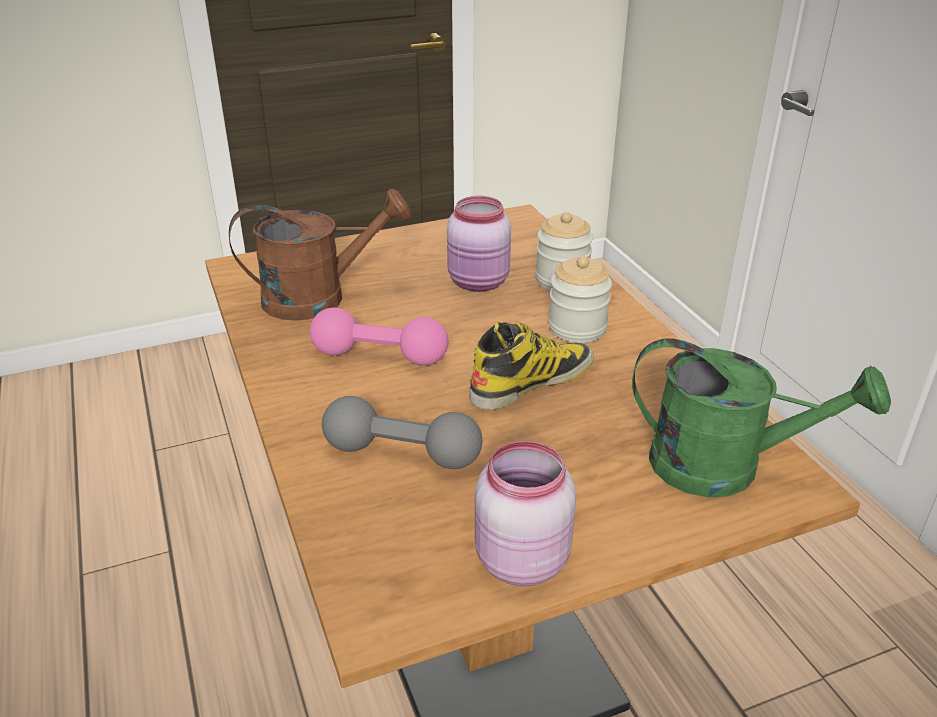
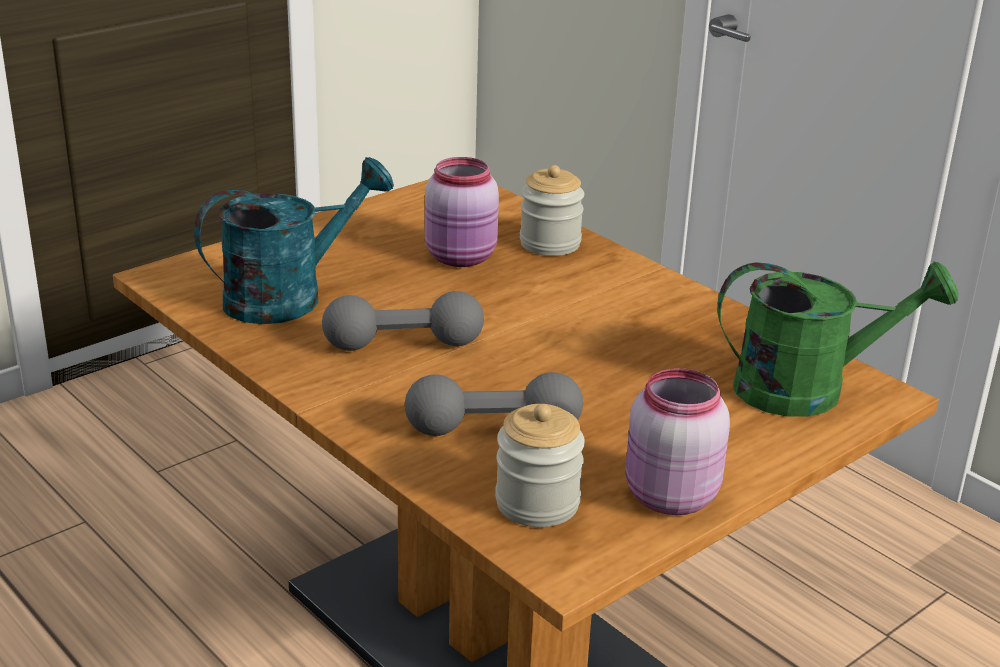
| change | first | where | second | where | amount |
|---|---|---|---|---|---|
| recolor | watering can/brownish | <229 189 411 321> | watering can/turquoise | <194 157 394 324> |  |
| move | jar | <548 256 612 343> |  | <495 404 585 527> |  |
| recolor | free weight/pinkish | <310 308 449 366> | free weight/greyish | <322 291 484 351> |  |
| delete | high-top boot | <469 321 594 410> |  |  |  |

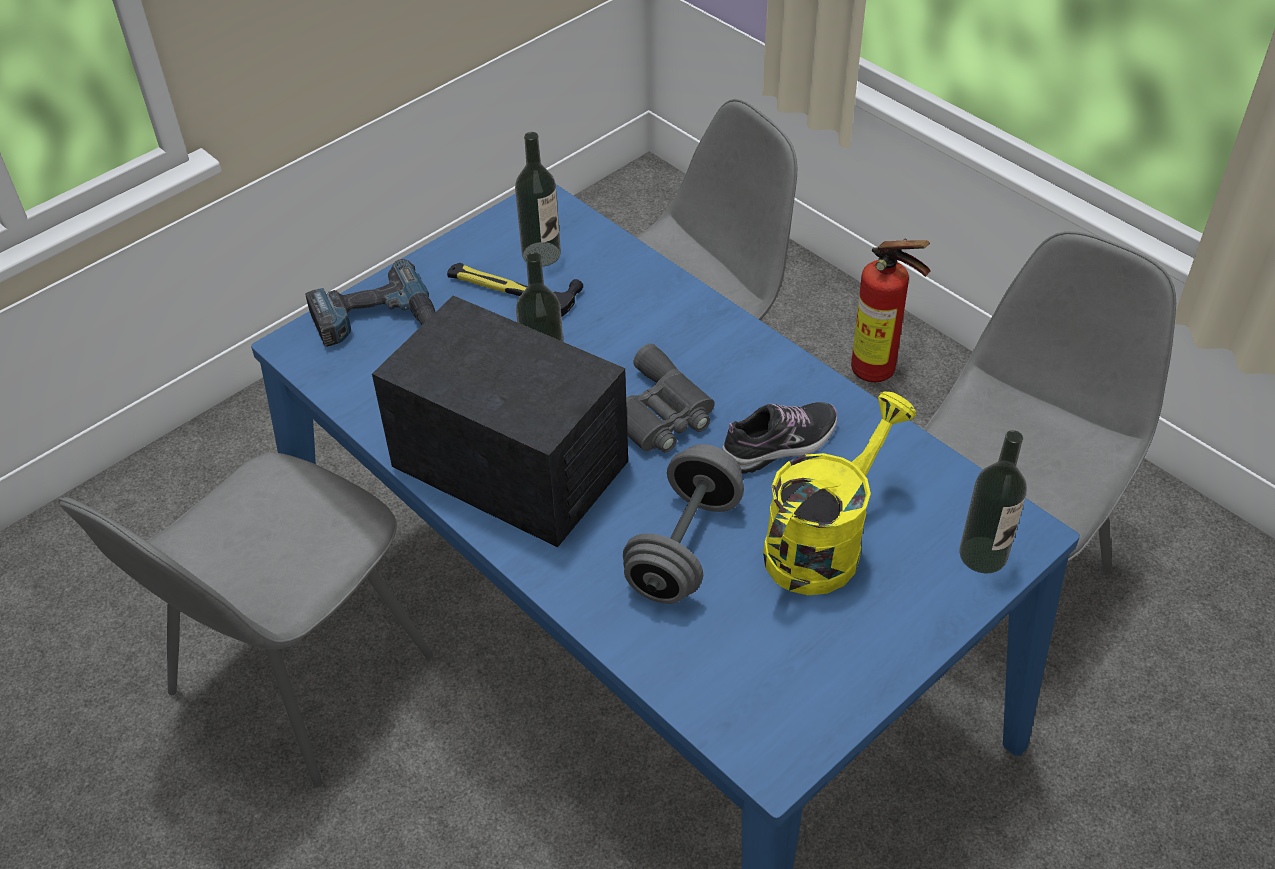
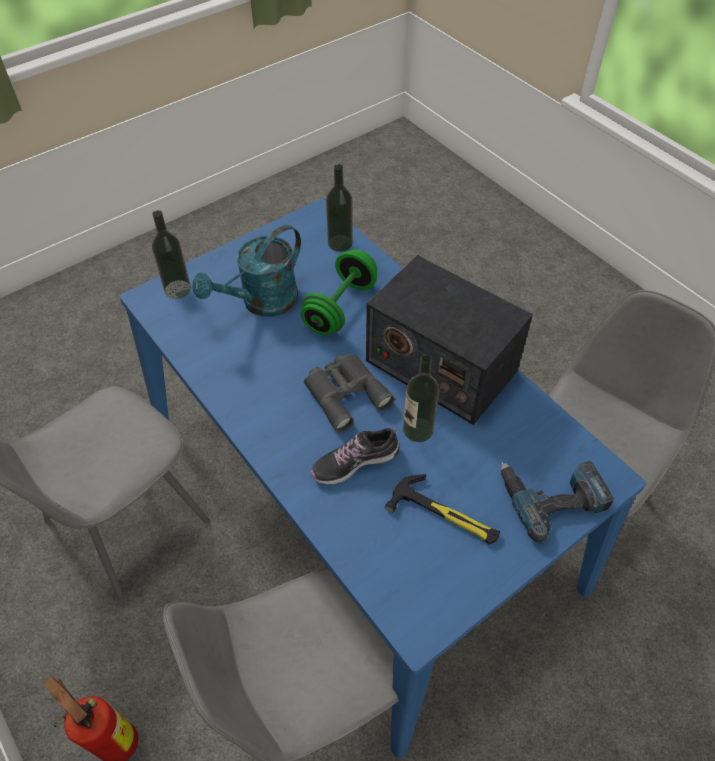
| change | first | where | second | where | amount |
|---|---|---|---|---|---|
| move | drink bottle | <515 132 561 267> |  | <326 164 353 252> |  |
| recolor | watering can/yellowish | <763 391 916 595> | watering can/turquoise | <193 225 301 317> |  |
| move | low shoe | <722 402 837 474> |  | <311 427 399 484> |  |
| recolor | free weight/greyish | <623 444 744 604> | free weight/green-coloured | <301 249 377 335> |  |

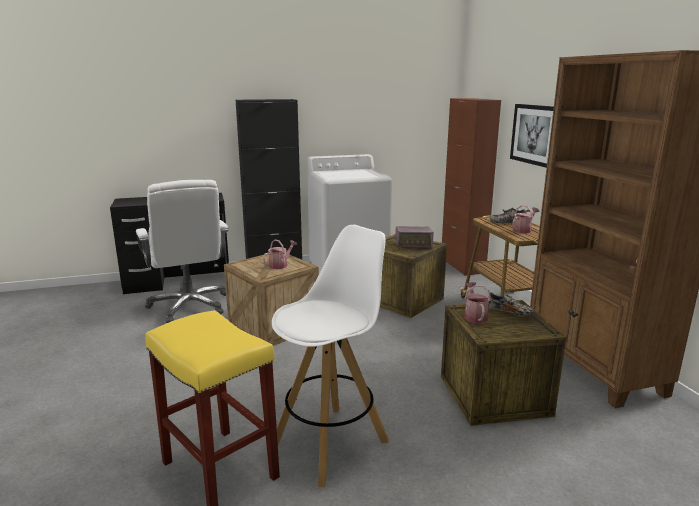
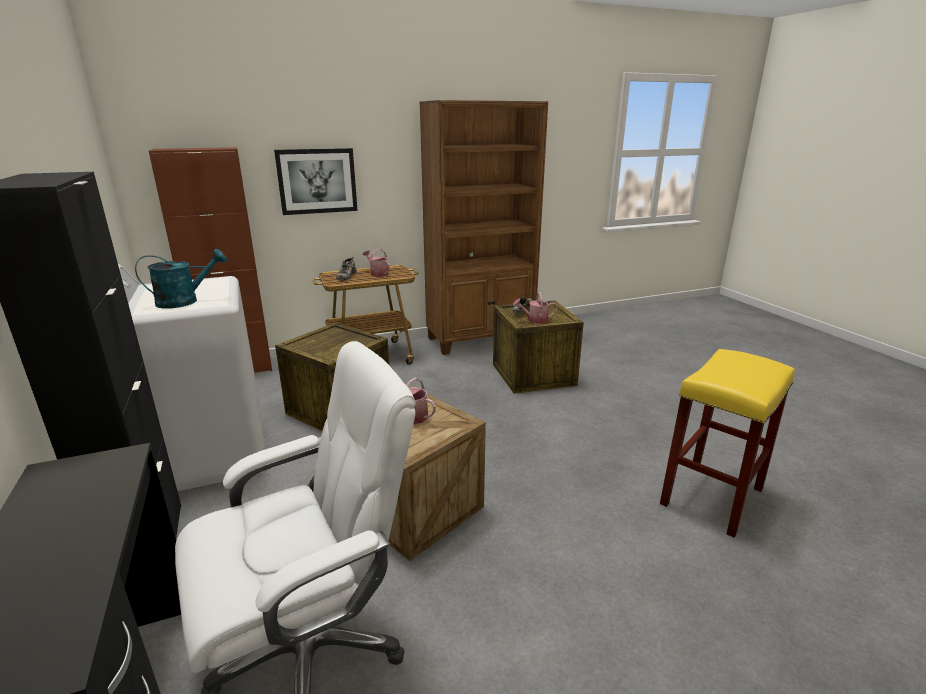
| change | first | where | second | where | amount |
|---|---|---|---|---|---|
| delete | sitting stool/white | <272 225 389 487> |  |  |  |
| delete | radio set | <395 226 434 247> |  |  |  |
| insert |  |  | watering can/turquoise | <135 249 227 309> |  |

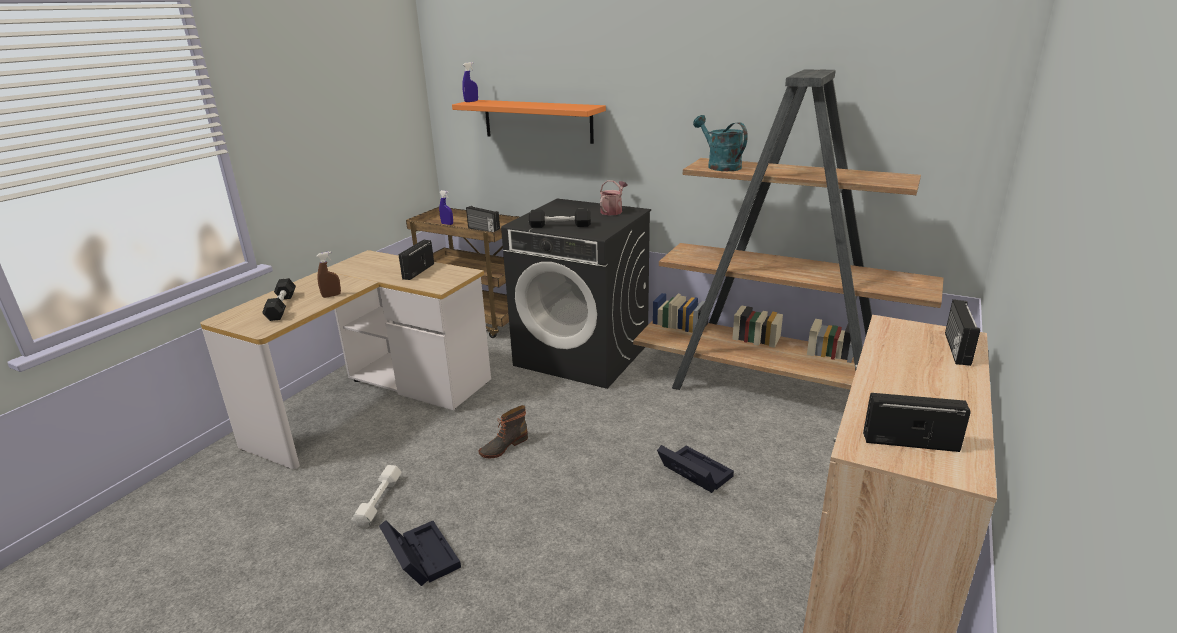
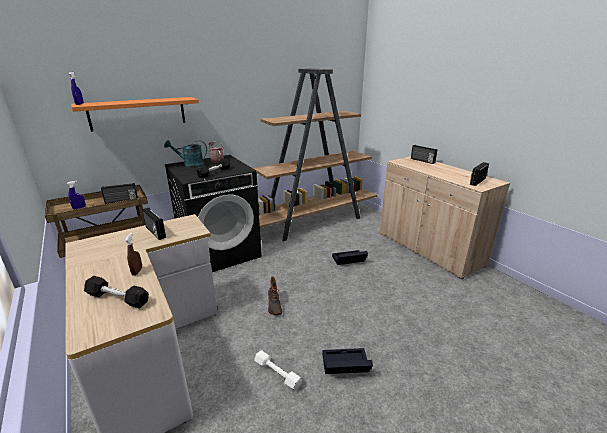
| change | first | where | second | where | amount |
|---|---|---|---|---|---|
| move | watering can/turquoise | <693 115 748 171> |  | <164 140 207 168> |  |

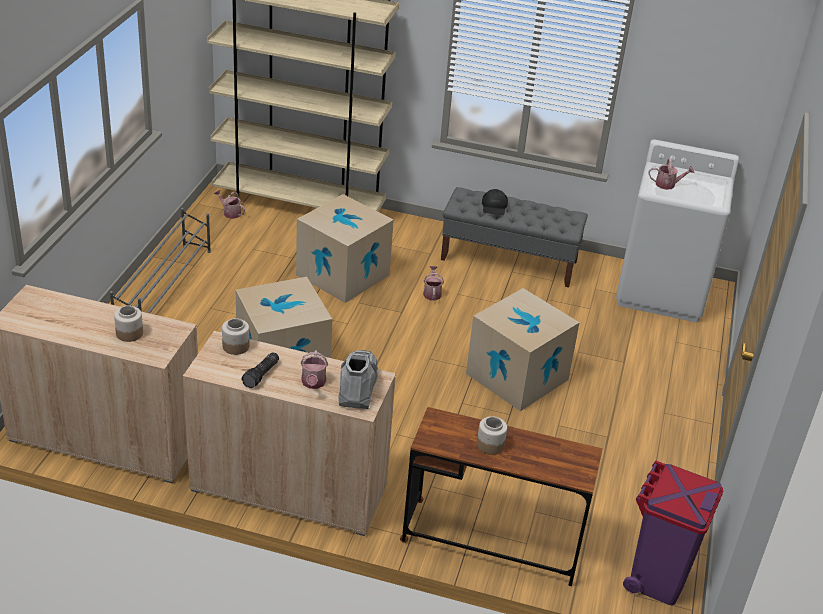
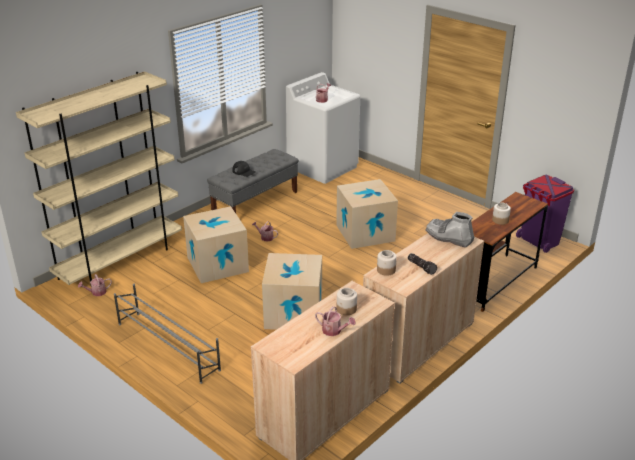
| change | first | where | second | where | amount |
|---|---|---|---|---|---|
| move | watering can | <300 351 328 389> |  | <315 306 356 336> |  |

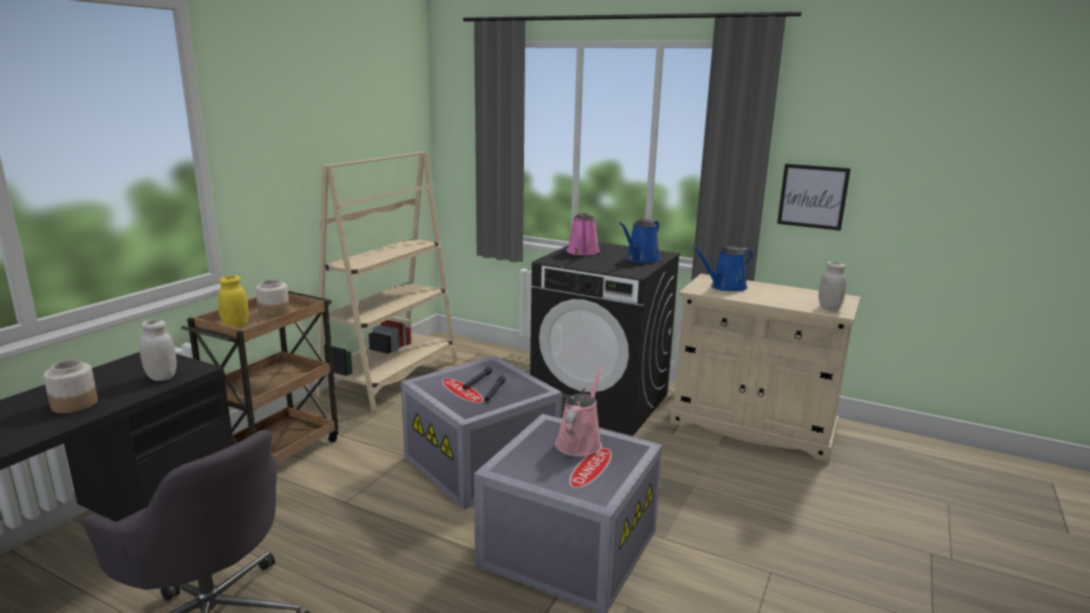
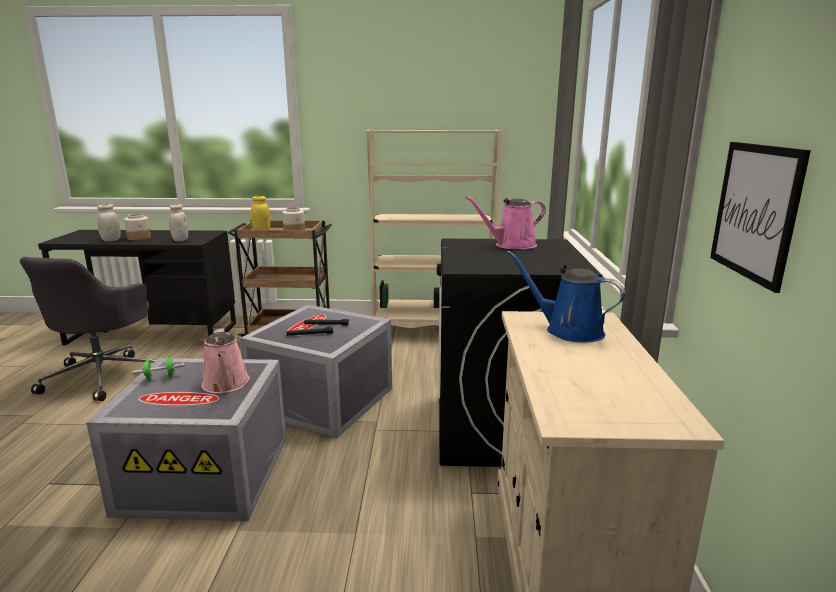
| change | first | where | second | where | amount |
|---|---|---|---|---|---|
| delete | watering can/bluish | <619 219 661 263> |  |  |  |
| move | jar/white | <818 261 846 310> |  | <97 204 121 242> |  |
| rotate | watering can/pinkish | <555 365 603 457> |  | <202 328 250 393> | 75 degrees clockwise |
| insert |  |  | free weight/green-coloured | <132 356 185 381> |  |

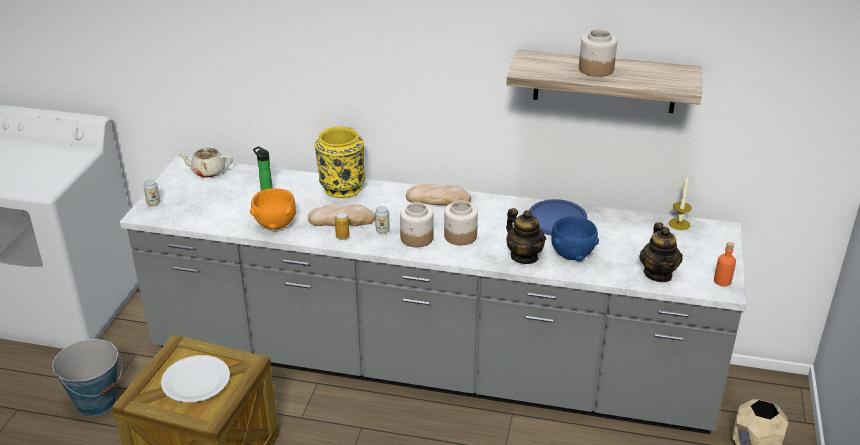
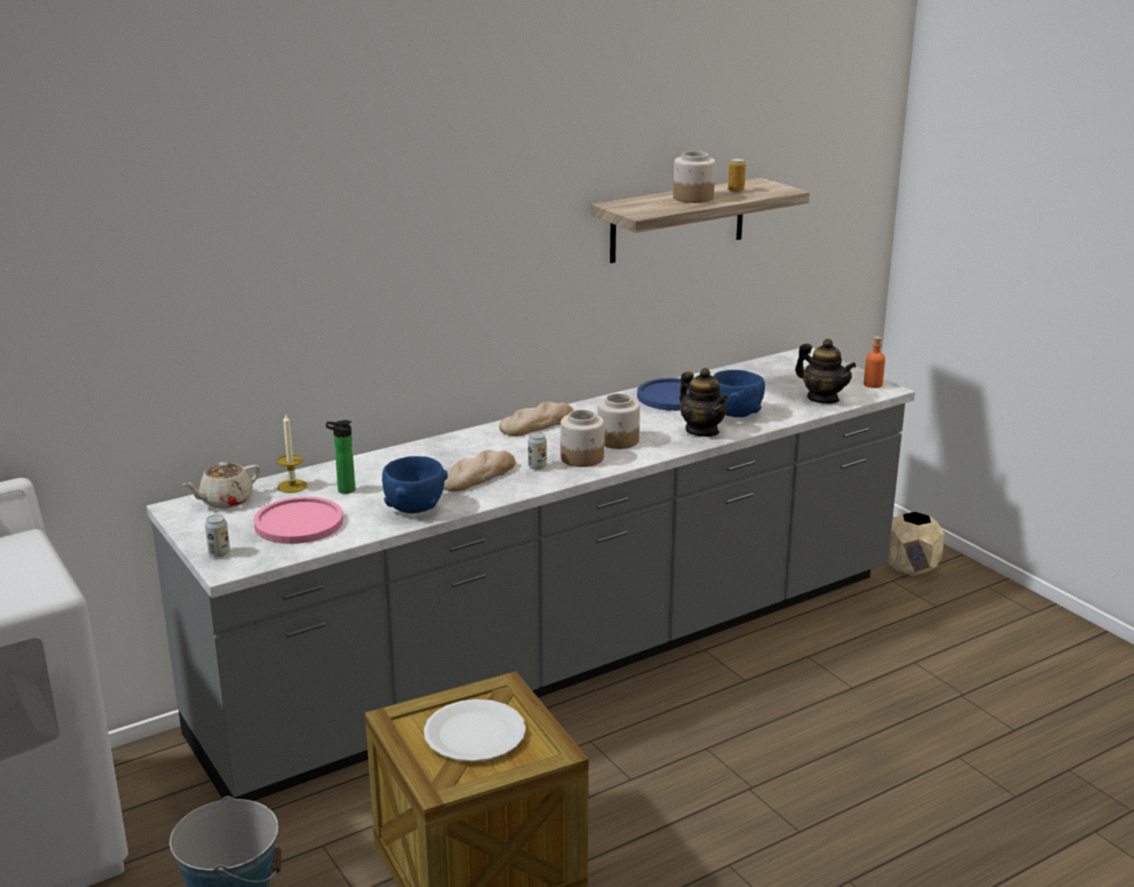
| change | first | where | second | where | amount |
|---|---|---|---|---|---|
| delete | decorative vase/yellowish | <315 126 365 198> |  |  |  |
| move | wax candle | <669 176 692 230> |  | <277 414 307 493> |  |
| recolor | bowl/orangey | <250 188 296 230> | bowl/bluish | <382 456 448 513> |  |
| rotate | pot for tea | <506 208 546 264> |  | <679 368 728 437> | 45 degrees clockwise |
| move | metal can | <335 212 350 240> |  | <728 159 746 193> |  |
| insert |  |  | dinner plate/pinkish | <254 497 343 544> |  |

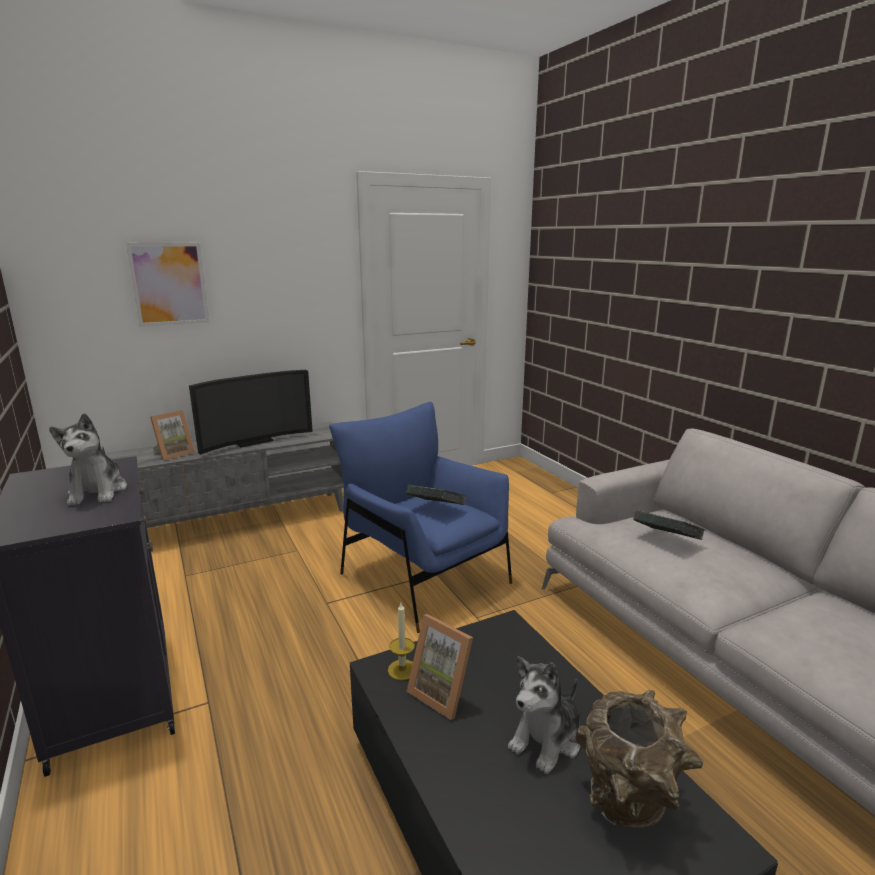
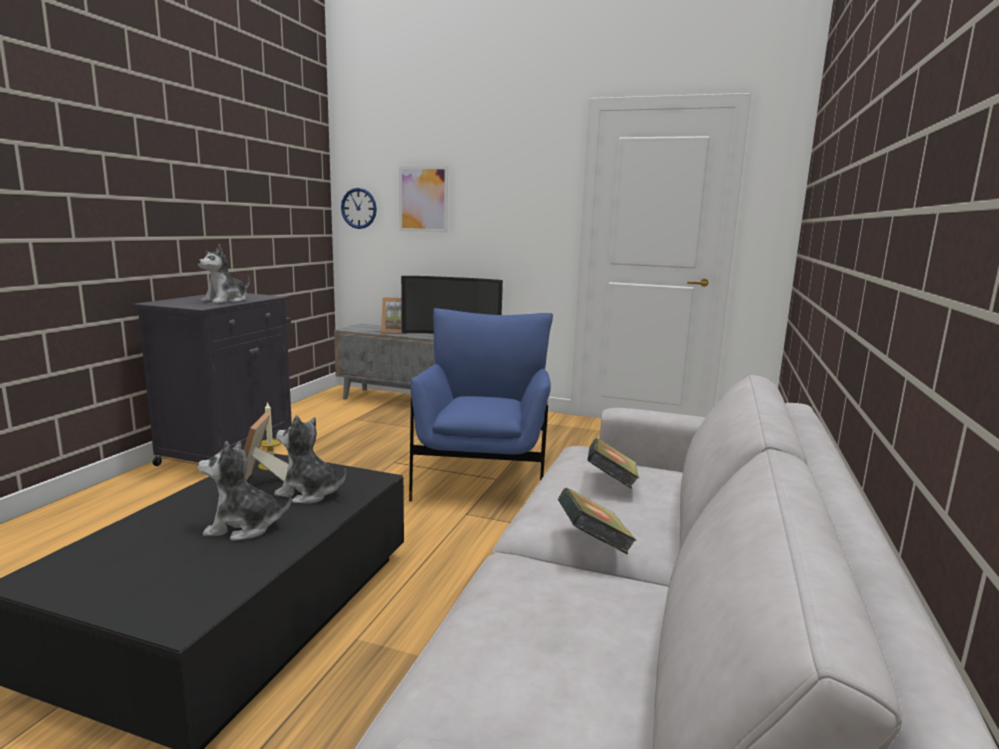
| change | first | where | second | where | amount |
|---|---|---|---|---|---|
| move | volume | <406 485 466 505> |  | <558 488 637 554> |  |
| delete | decorative vase/brownish | <575 690 703 828> |  |  |  |
| insert |  |  | wall clock | <341 188 377 229> |  |
| insert |  |  | cuddly toy | <274 415 346 504> |  |

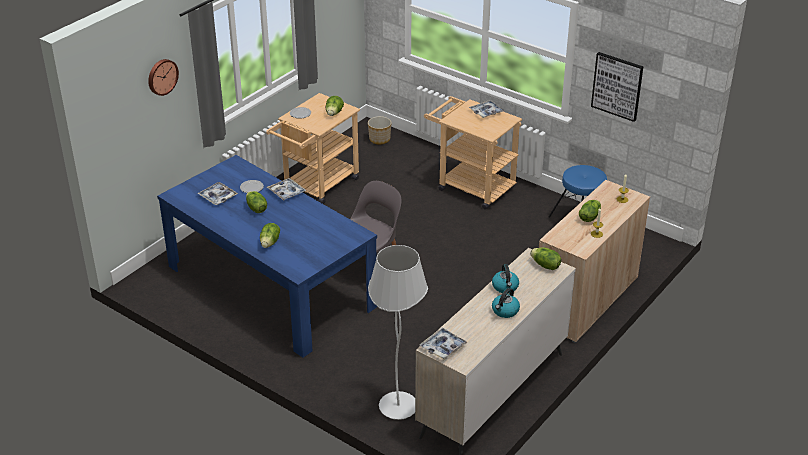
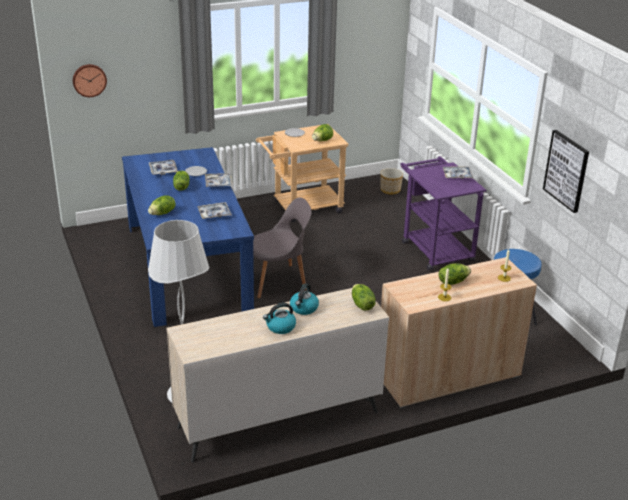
| change | first | where | second | where | amount |
|---|---|---|---|---|---|
| move | wall clock | <148 59 179 96> |  | <73 64 107 97> |  |
| recolor | cart/beige-coloured | <424 96 522 209> | cart/purplish | <401 156 486 270> |  |
| move | serving tray | <419 328 468 360> |  | <197 202 232 219> |  |

